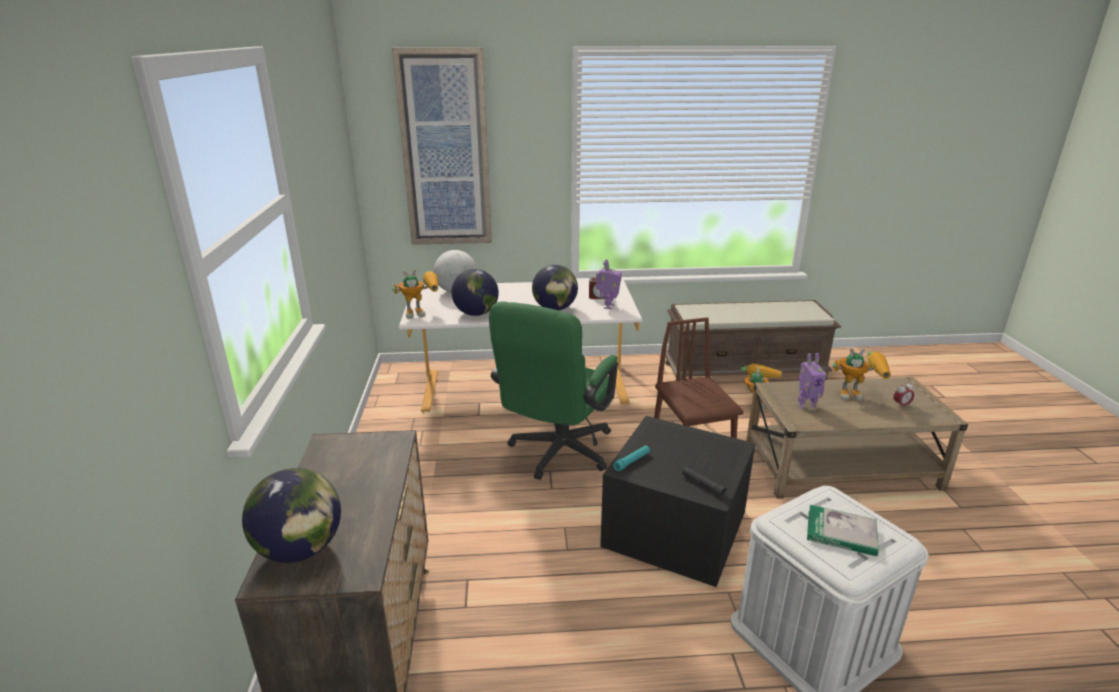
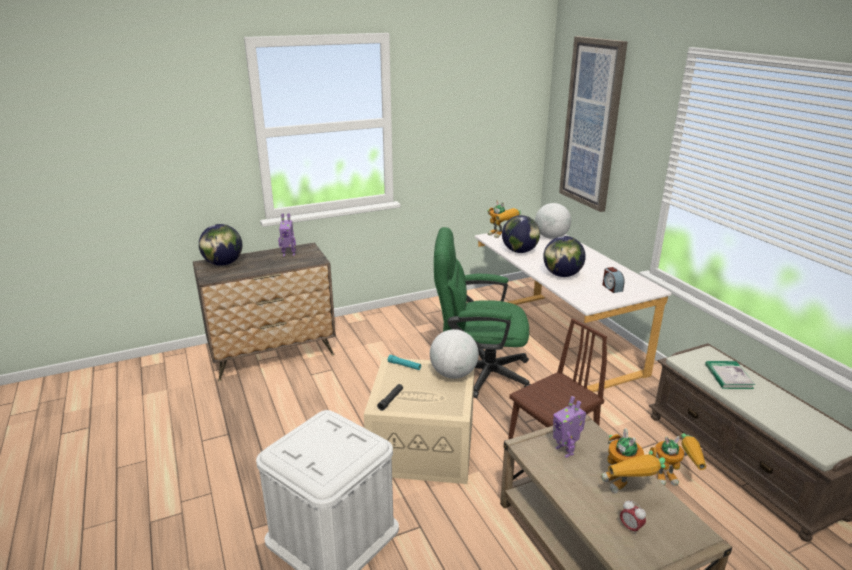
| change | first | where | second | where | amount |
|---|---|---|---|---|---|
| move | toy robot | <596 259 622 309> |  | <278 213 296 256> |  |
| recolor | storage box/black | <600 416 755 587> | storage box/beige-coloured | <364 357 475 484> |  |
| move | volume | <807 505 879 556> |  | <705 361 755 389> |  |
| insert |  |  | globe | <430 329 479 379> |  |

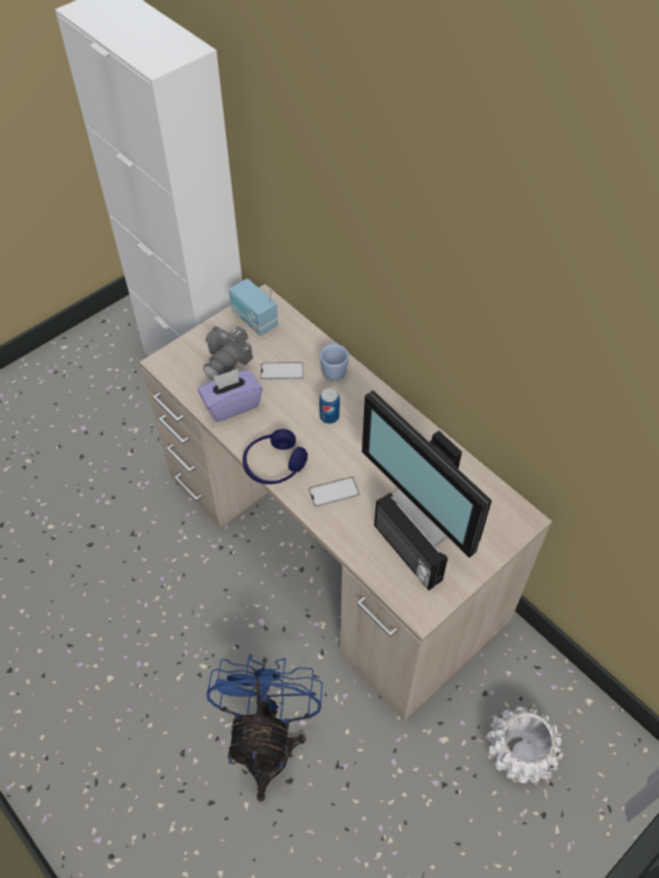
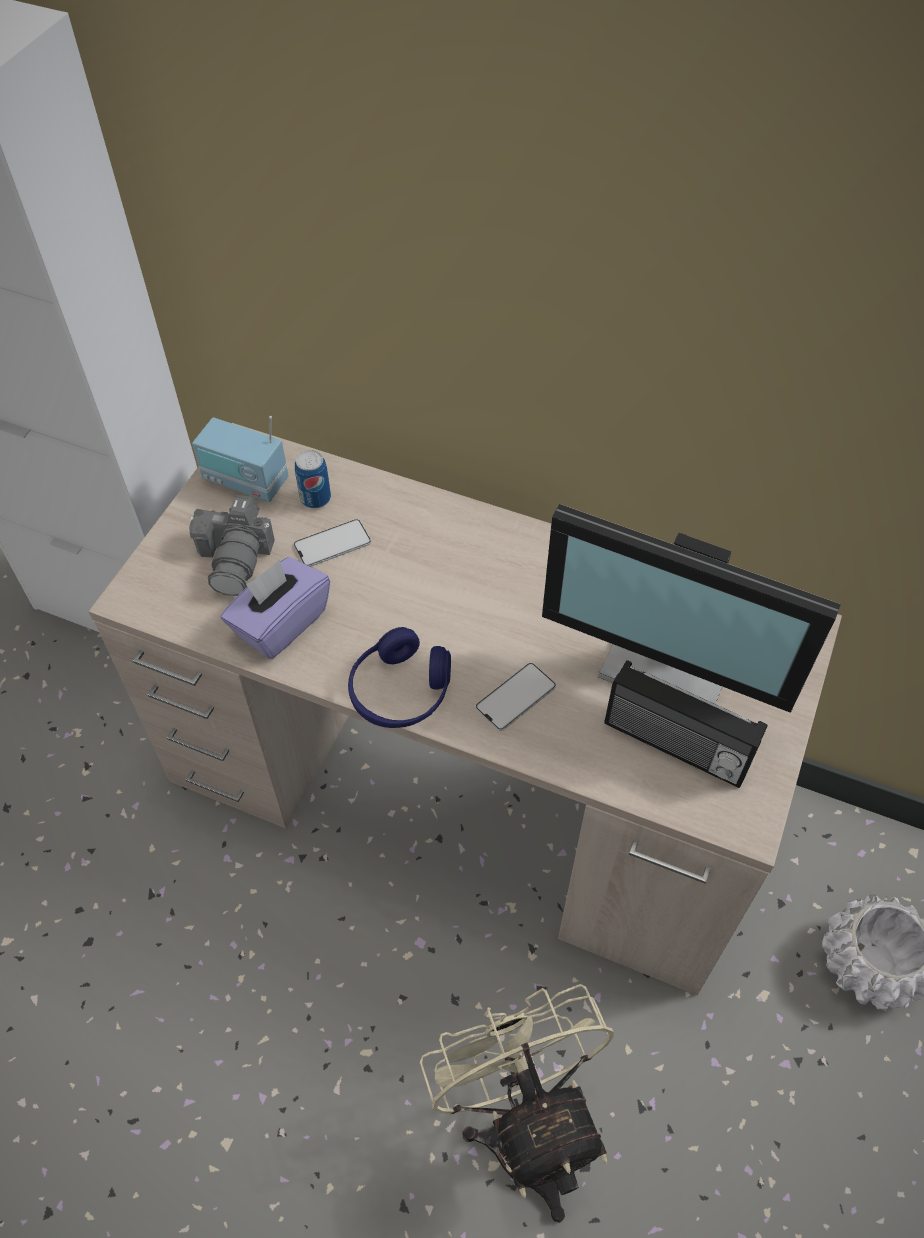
| change | first | where | second | where | amount |
|---|---|---|---|---|---|
| delete | mug/bluish | <320 342 349 381> |  |  |  |
| move | metal can | <319 388 340 424> |  | <295 450 331 509> |  |
| recolor | cooling fan/bluish | <207 654 323 802> | cooling fan/beige-coloured | <420 984 614 1223> |  |

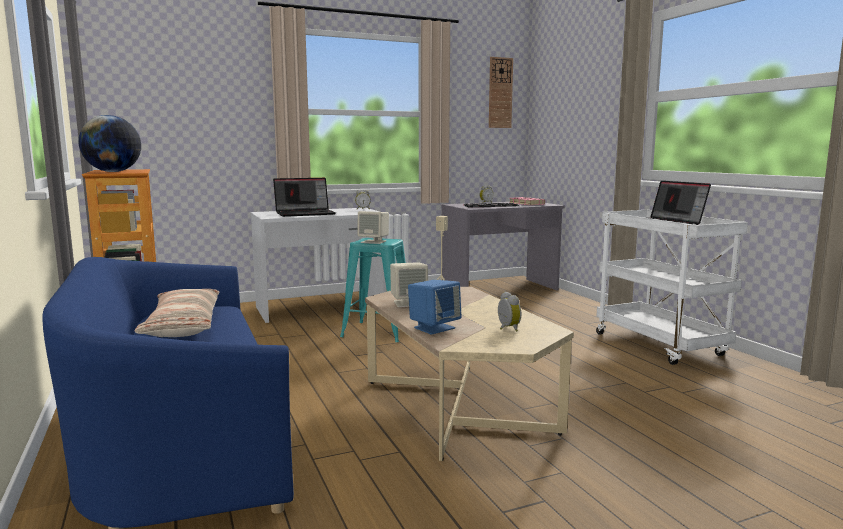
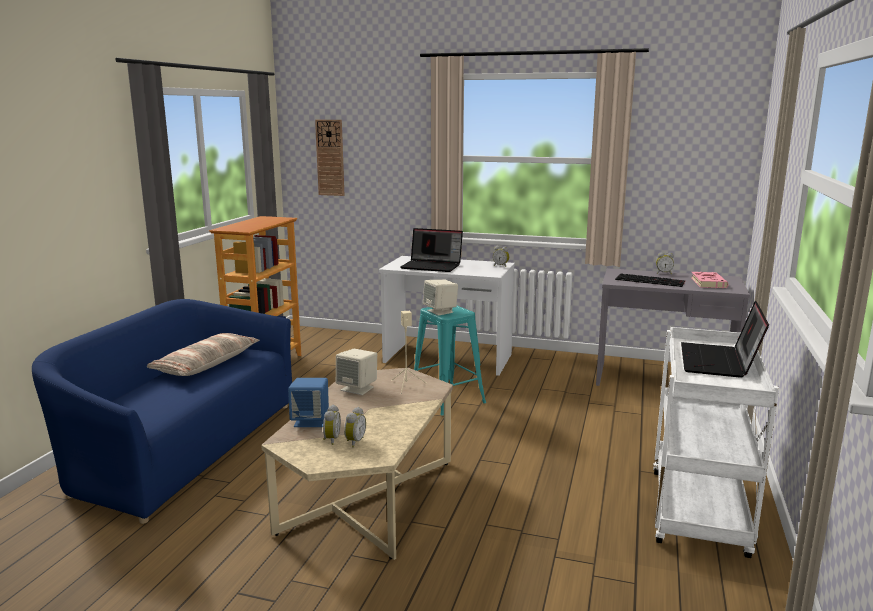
| change | first | where | second | where | amount |
|---|---|---|---|---|---|
| move | wall clock | <489 57 513 128> |  | <315 120 345 196> |  |
| delete | globe | <78 115 141 172> |  |  |  |
| insert |  |  | bedside clock | <323 404 341 445> |  |

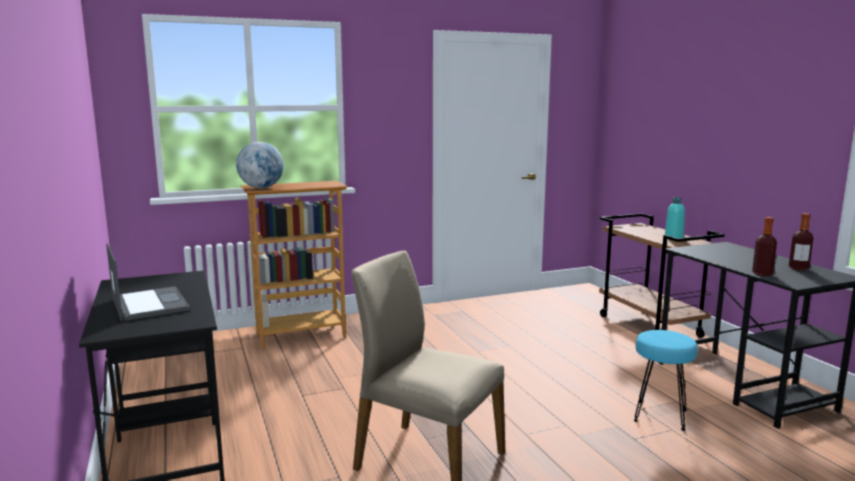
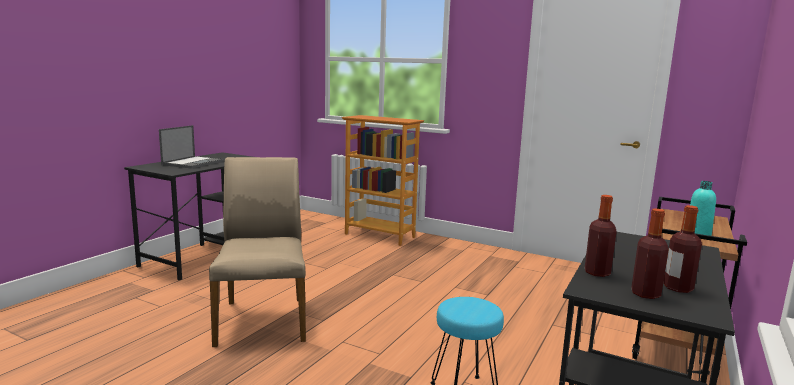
| change | first | where | second | where | amount |
|---|---|---|---|---|---|
| delete | globe | <236 142 284 188> |  |  |  |
| insert |  |  | drink bottle | <631 208 669 299> |  |

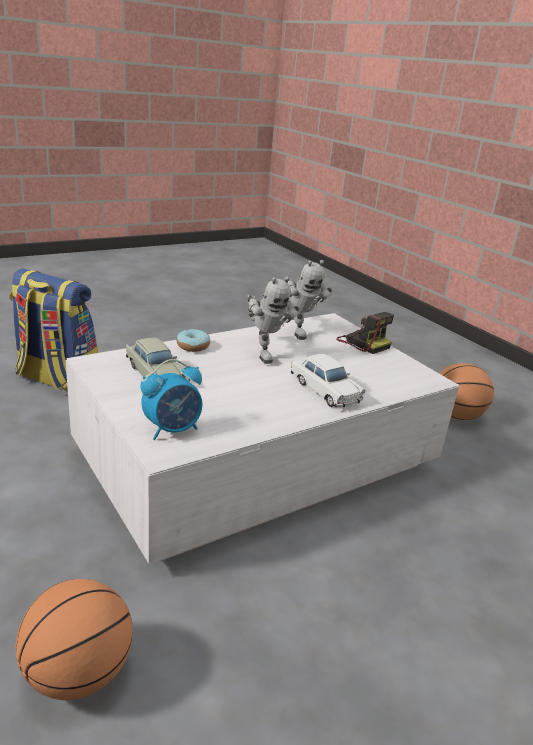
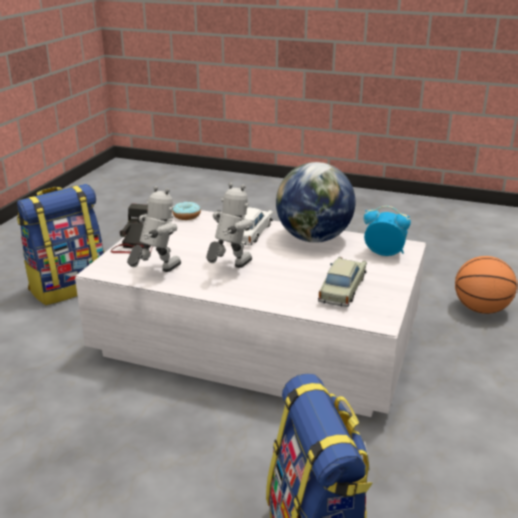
| change | first | where | second | where | amount |
|---|---|---|---|---|---|
| move | doughnut | <177 329 210 352> |  | <172 202 201 220> |  |
| replace | ball for basketball | <440 363 494 420> | rucksack | <17 184 105 305> |  |
| insert |  |  | globe | <276 162 356 243> |  |

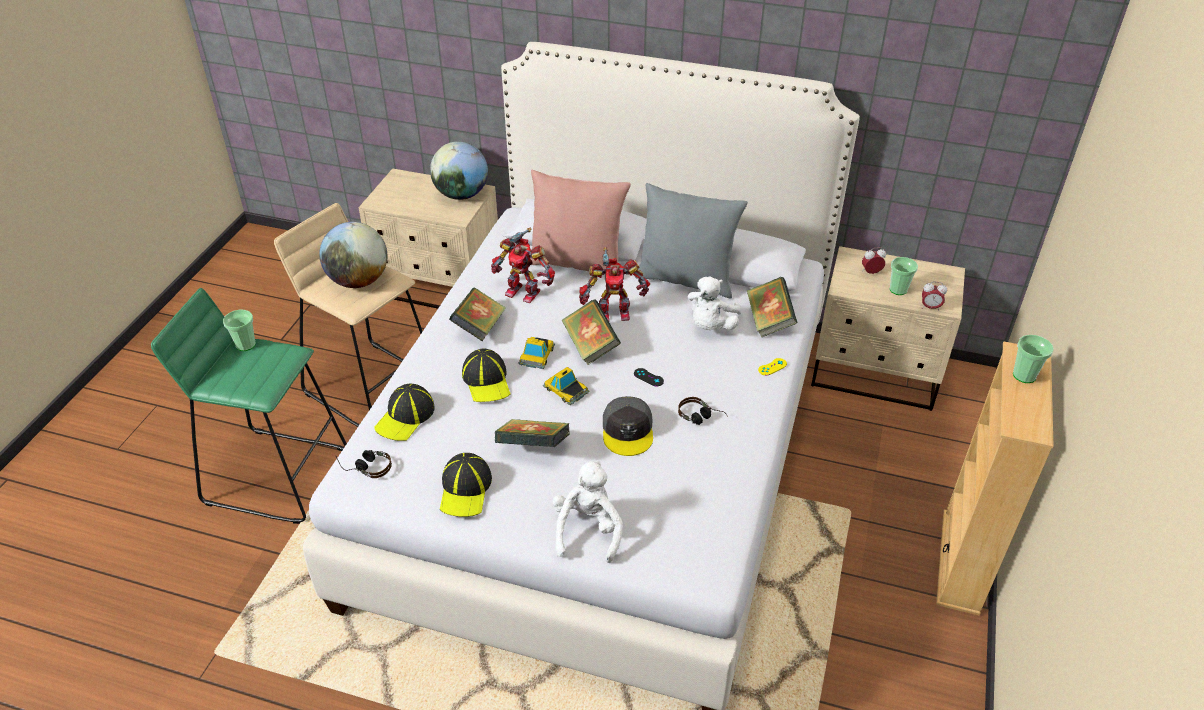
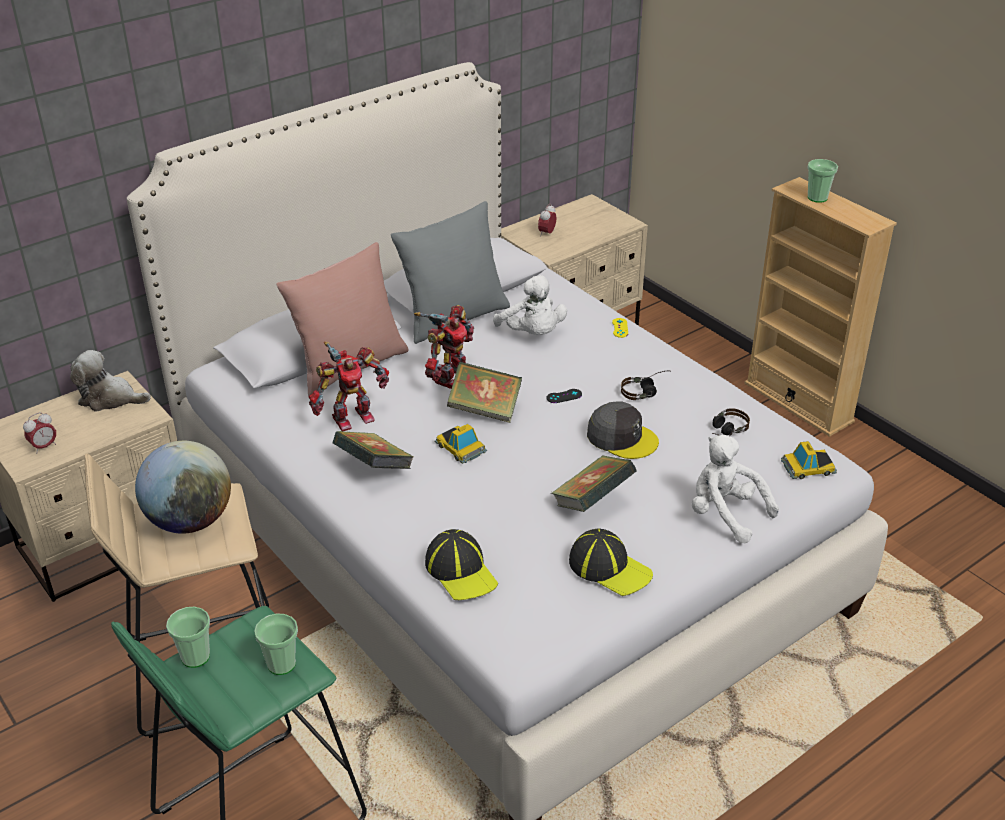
| change | first | where | second | where | amount |
|---|---|---|---|---|---|
| replace | globe | <430 141 488 200> | cuddly toy | <70 350 151 411> |  |
| move | cup | <890 257 918 295> |  | <254 613 298 675> |  |
| delete | volume | <747 277 798 338> |  |  |  |
| move | bedside clock | <922 281 947 311> |  | <23 412 56 453> |  |
| delete | peaked cap | <462 349 511 402> |  |  |  |
| move | toy car | <543 367 590 405> |  | <781 441 837 479> |  |
| move | headset | <335 450 392 478> |  | <712 408 750 435> |  |

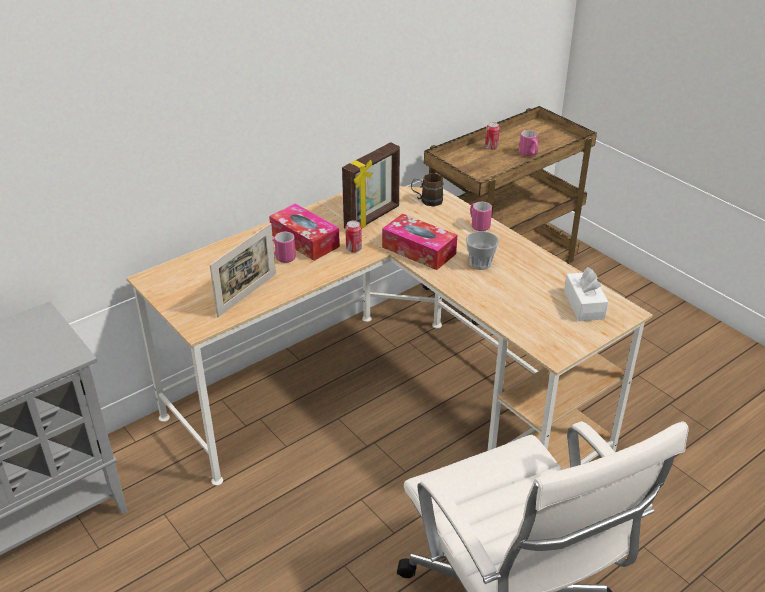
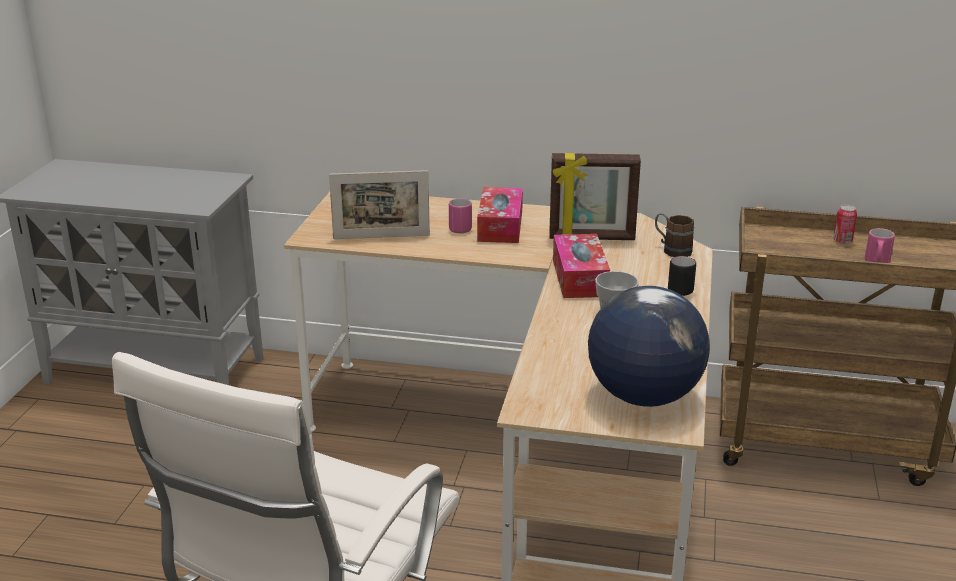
| change | first | where | second | where | amount |
|---|---|---|---|---|---|
| recolor | mug/pinkish | <470 202 492 231> | mug/black | <668 256 696 296> |  |
| delete | metal can | <345 220 362 253> |  |  |  |
| replace | tissue box/white | <564 267 608 321> | globe | <588 286 710 407> |  |

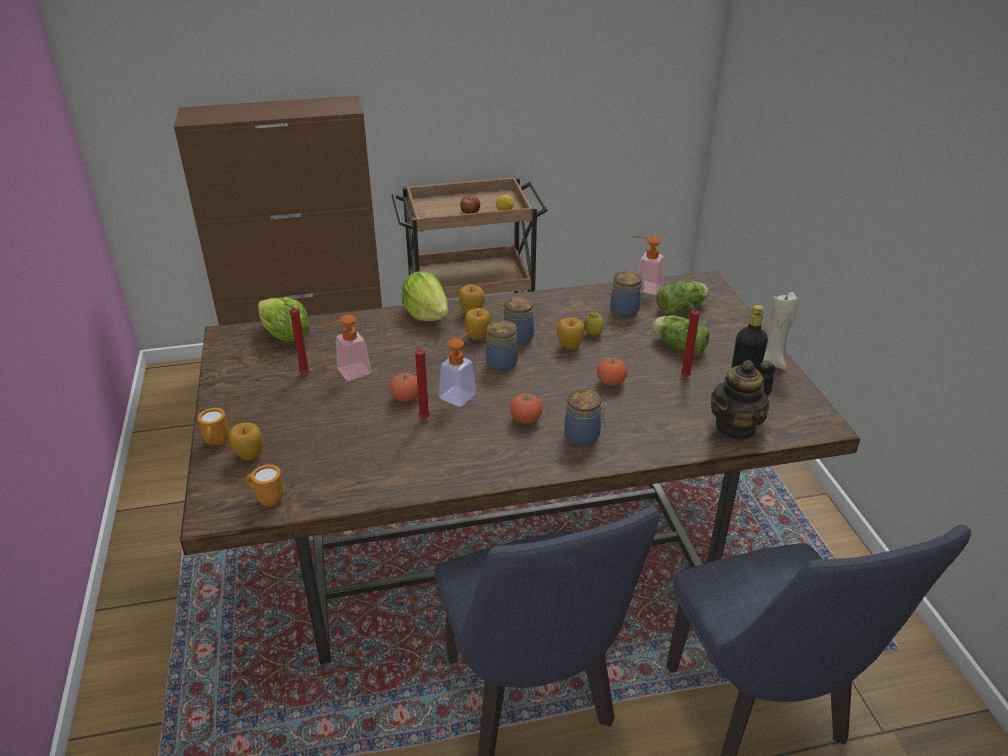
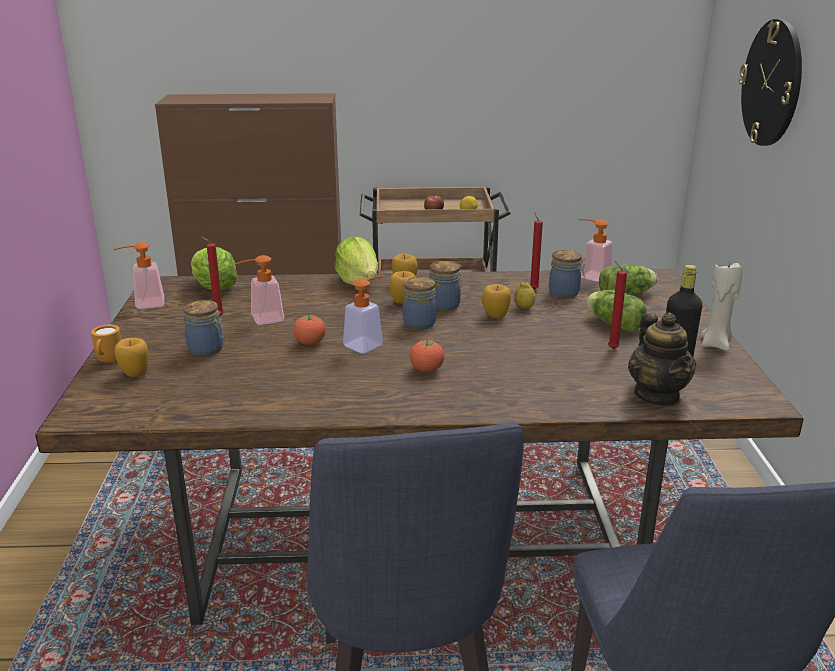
| change | first | where | second | where | amount |
|---|---|---|---|---|---|
| move | wax candle/red-coloured | <414 339 430 419> |  | <530 212 543 290> |  |
| delete | tomato | <597 357 627 386> |  |  |  |
| rotate | pot for tea | <711 360 775 441> |  | <628 312 696 406> | 75 degrees counterclockwise |
| move | jar | <564 389 606 446> |  | <183 300 225 357> |  |
| delete | mug/orangey | <246 464 284 507> |  |  |  |
| insert |  |  | wall clock | <739 19 802 146> |  |
| insert |  |  | soap bottle | <113 242 164 309> |  |

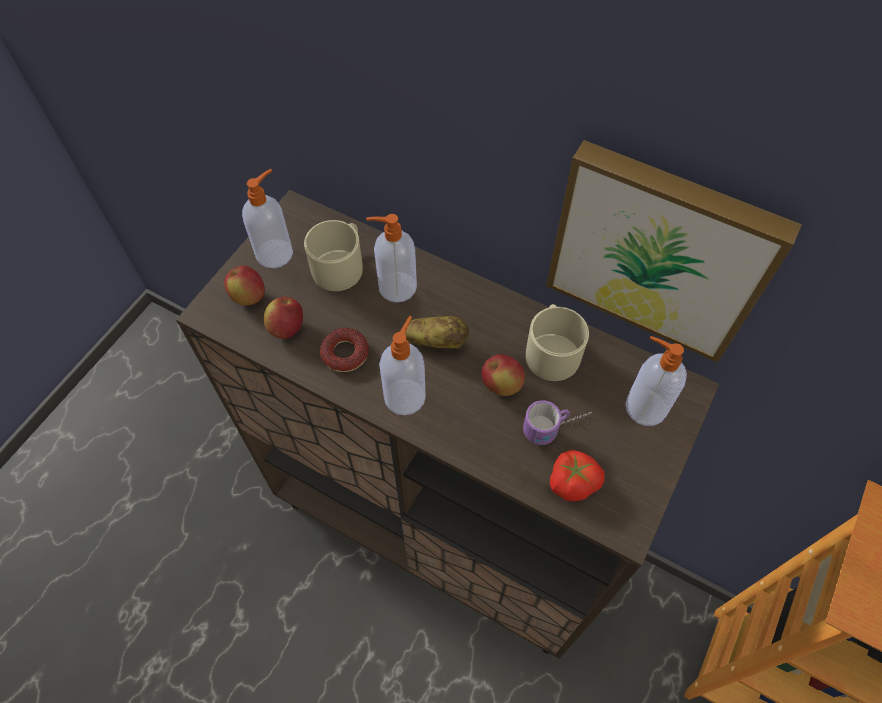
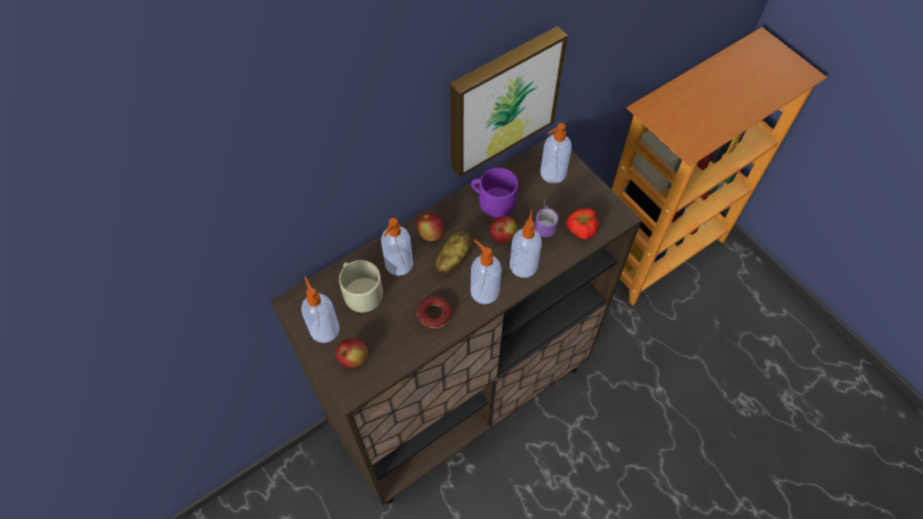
| change | first | where | second | where | amount |
|---|---|---|---|---|---|
| move | whole apple | <264 297 303 339> |  | <417 213 444 241> |  |
| recolor | mug/beige-coloured | <526 304 589 381> | mug/purplish | <471 168 518 218> |  |
| insert |  |  | soap bottle | <510 209 542 278> |  |

